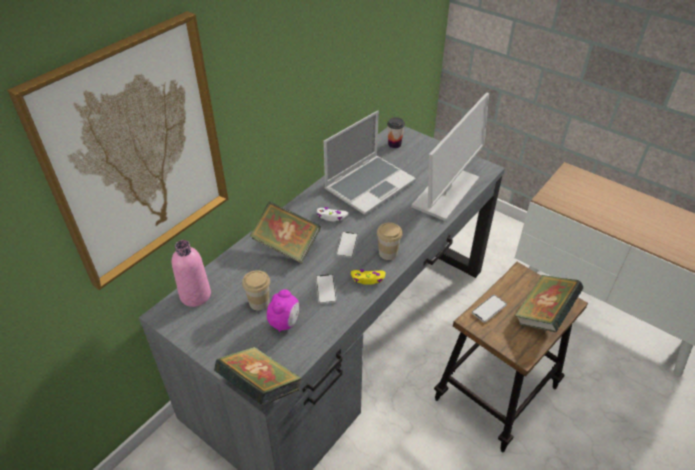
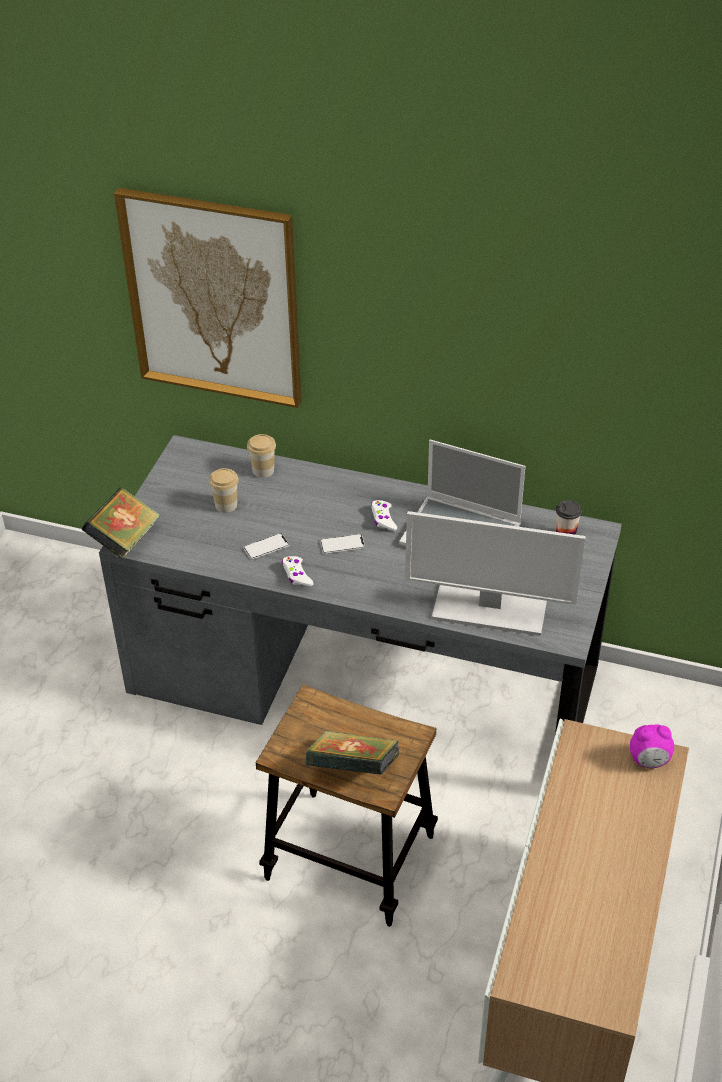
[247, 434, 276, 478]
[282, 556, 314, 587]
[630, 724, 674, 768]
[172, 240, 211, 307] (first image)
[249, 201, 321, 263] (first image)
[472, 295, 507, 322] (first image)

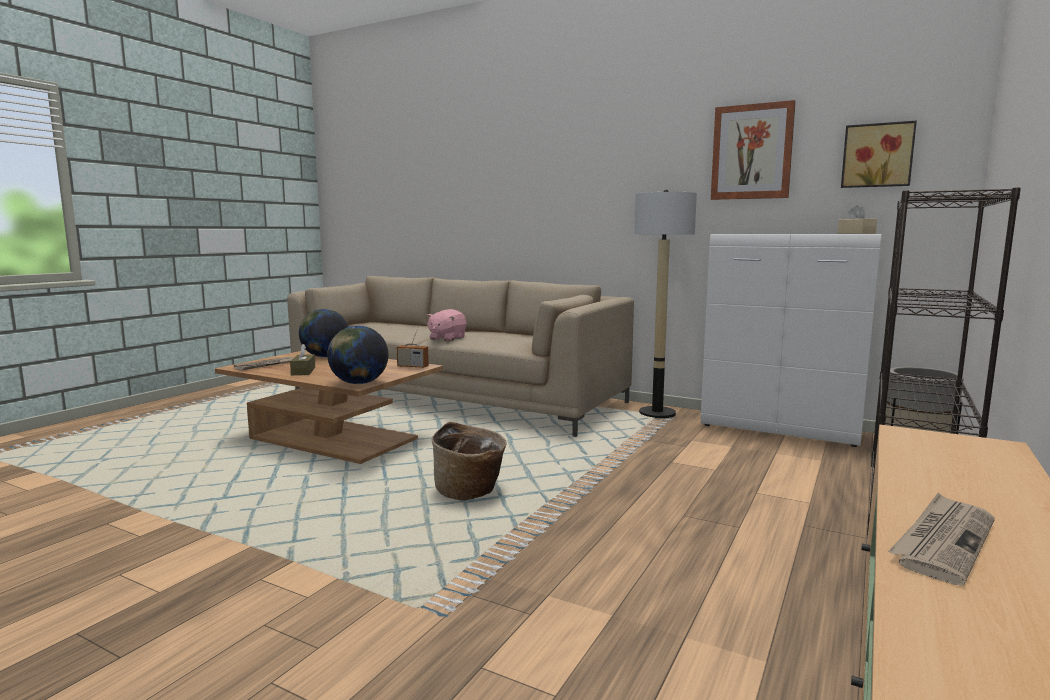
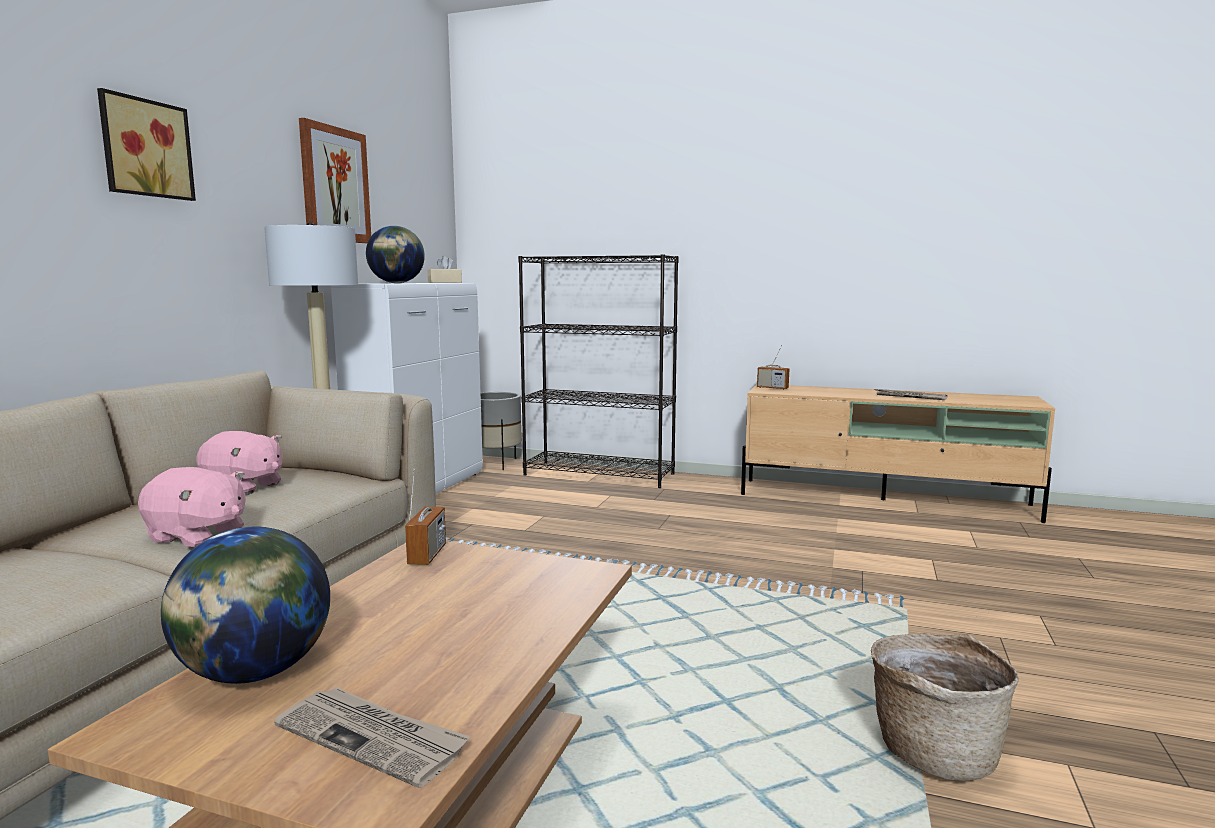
[97, 88, 196, 201]
[196, 431, 283, 495]
[366, 226, 425, 283]
[757, 345, 790, 390]
[871, 633, 1019, 781]
[290, 344, 315, 375] (first image)

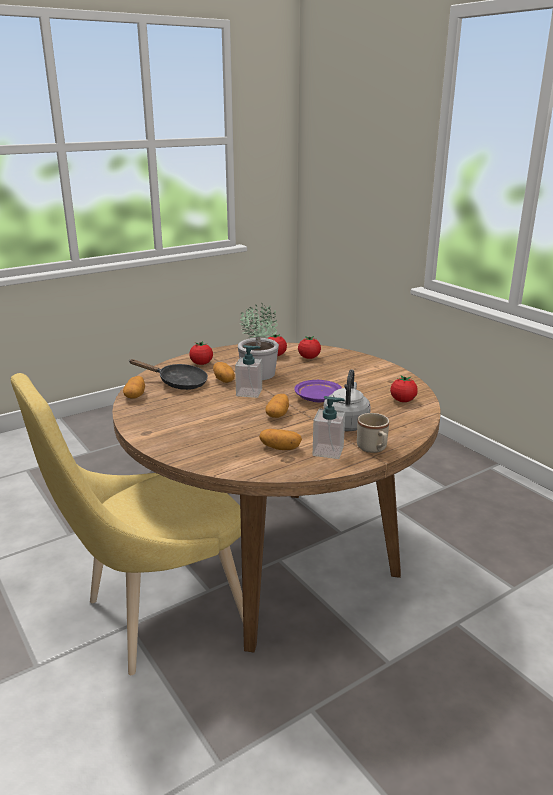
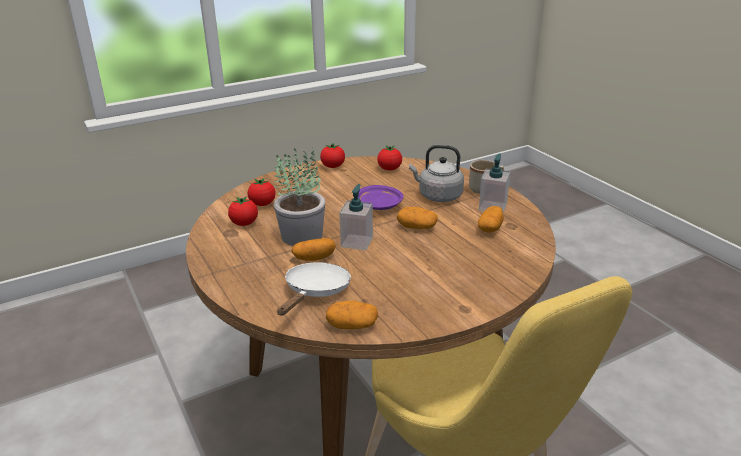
[277, 262, 351, 315]
[320, 143, 345, 168]

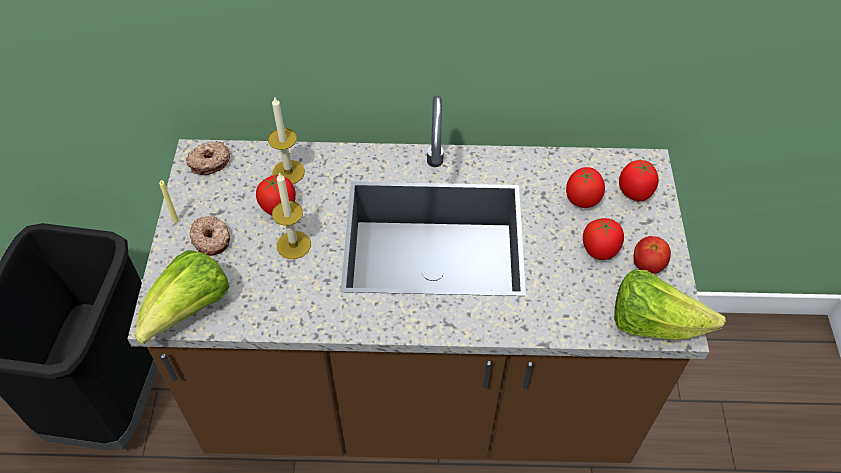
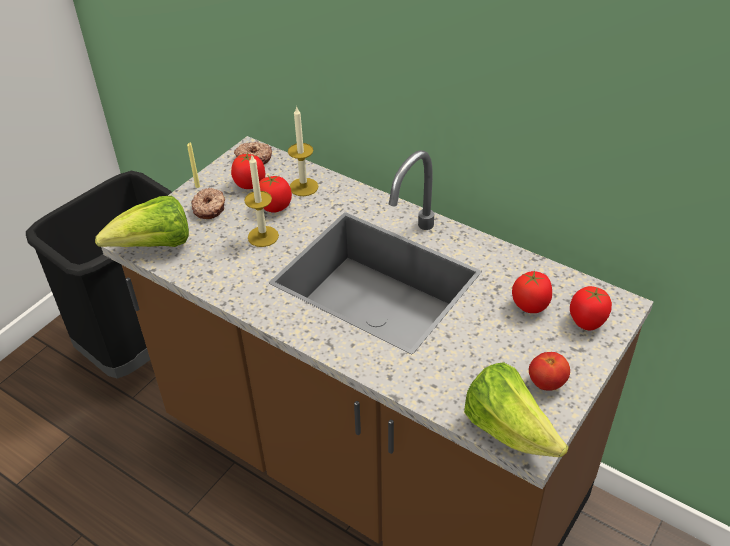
[231, 152, 265, 189]

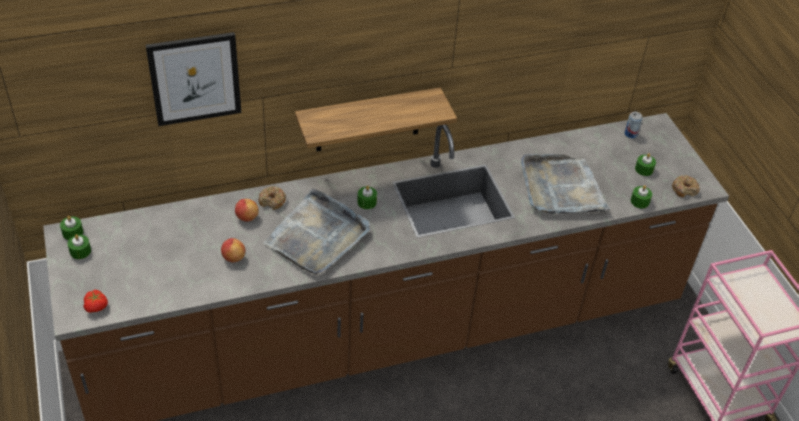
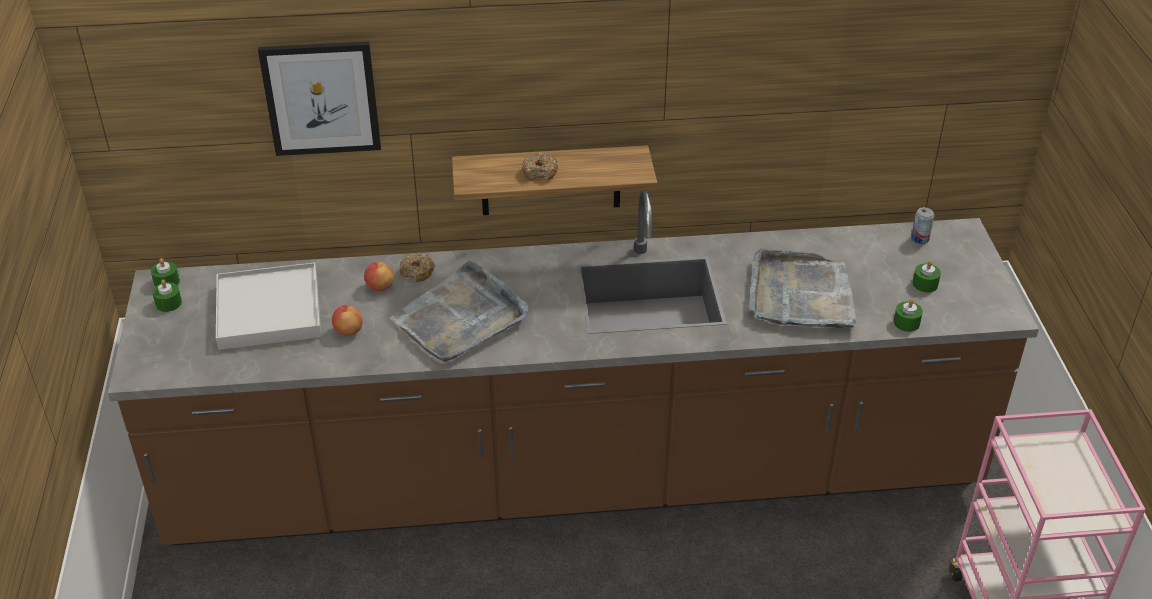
[216, 262, 321, 350]
[522, 152, 558, 181]
[84, 290, 108, 313] (first image)
[357, 185, 377, 209] (first image)

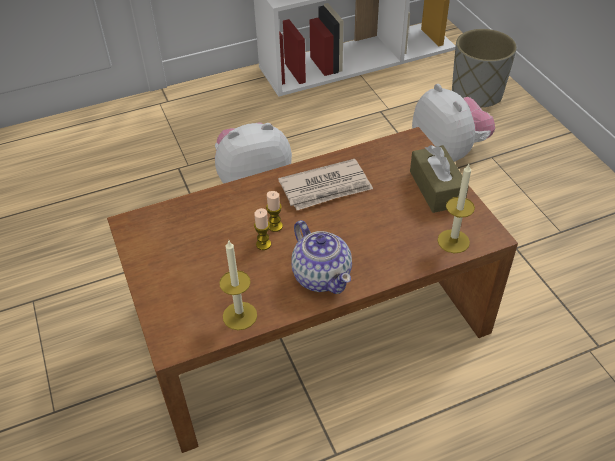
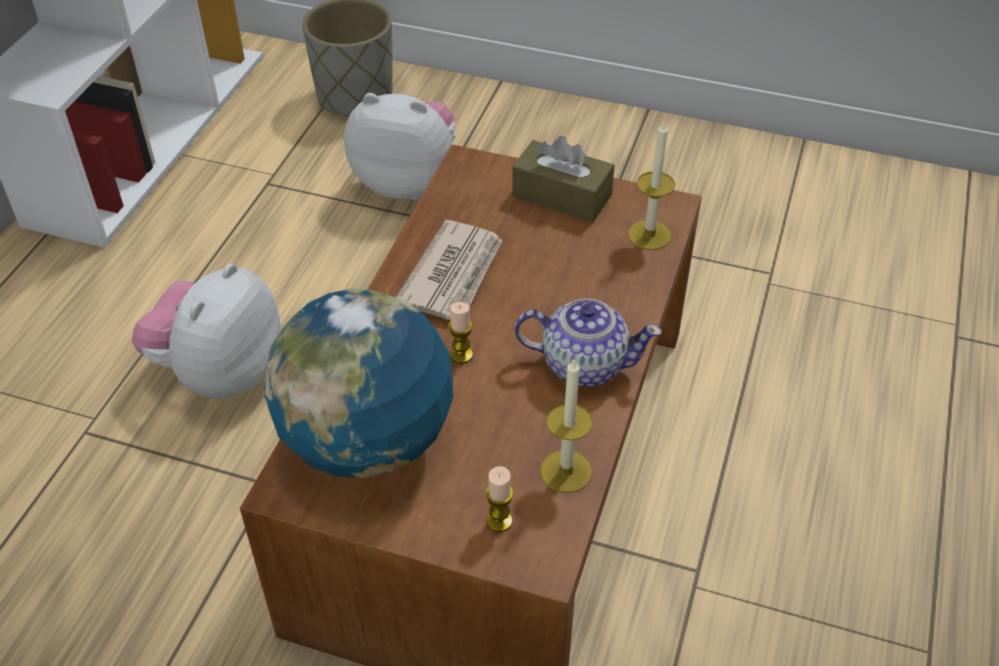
[263, 289, 453, 478]
[486, 466, 513, 532]

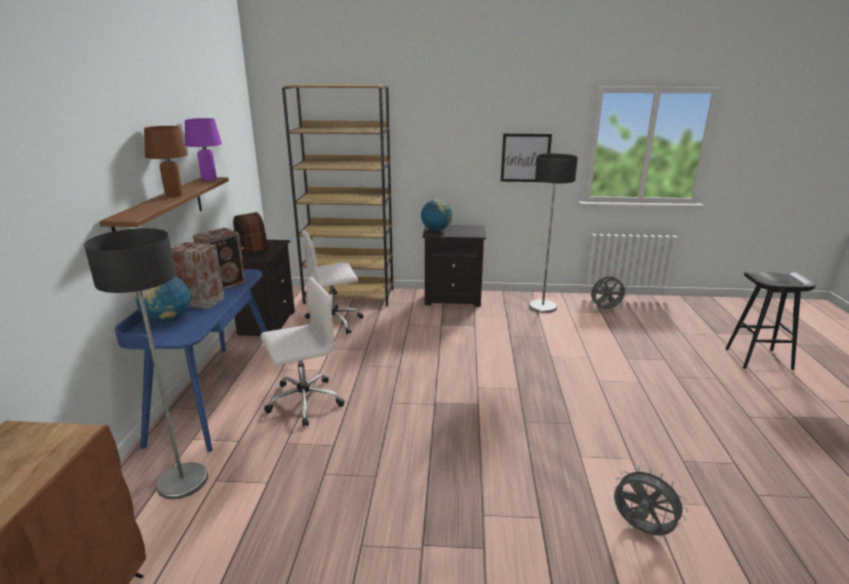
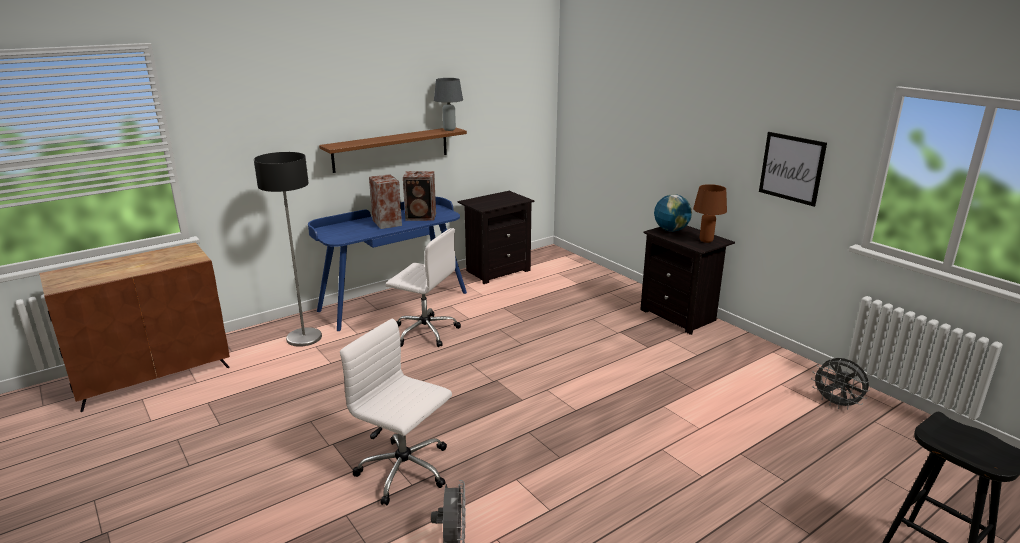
[340, 318, 452, 505]
[434, 78, 463, 131]
[693, 184, 727, 243]
[136, 276, 191, 323] (first image)
[233, 212, 282, 256] (first image)
[282, 84, 393, 306] (first image)
[529, 154, 578, 313] (first image)

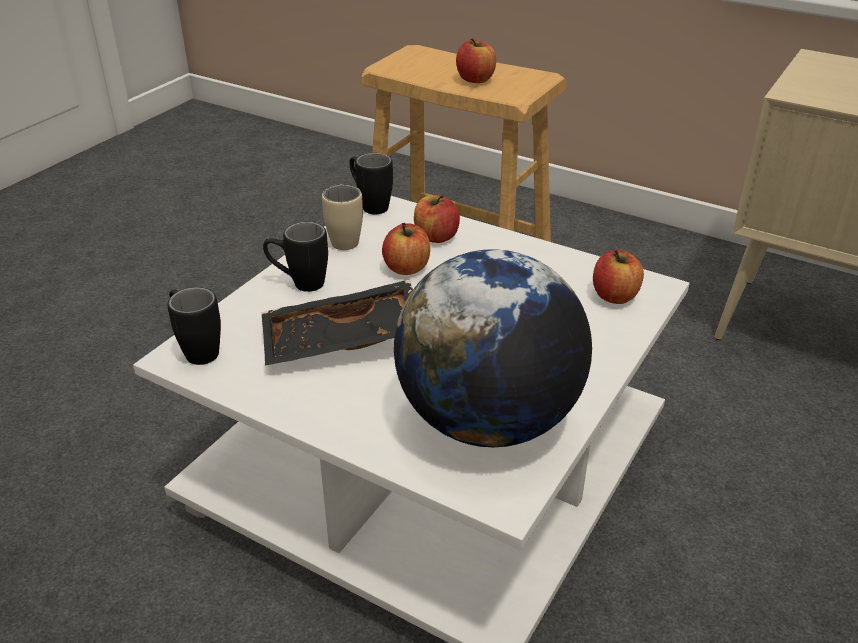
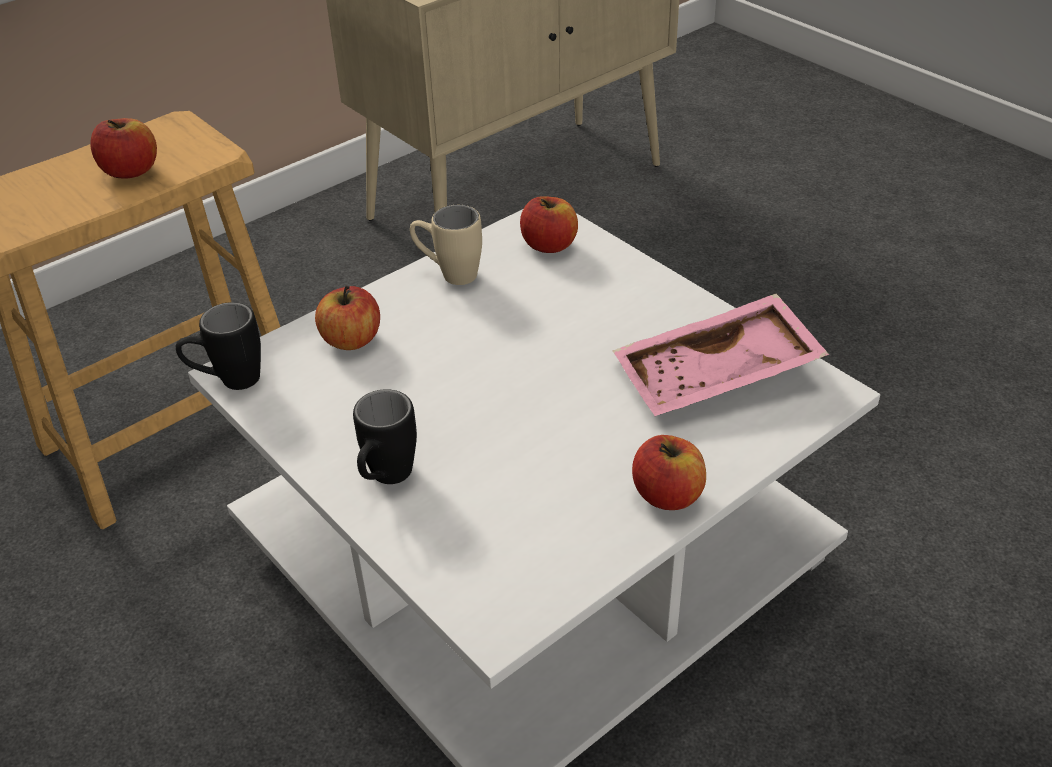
[410, 205, 482, 285]
[613, 294, 829, 416]
[632, 435, 706, 510]
[168, 287, 221, 365] (first image)
[262, 280, 413, 366] (first image)

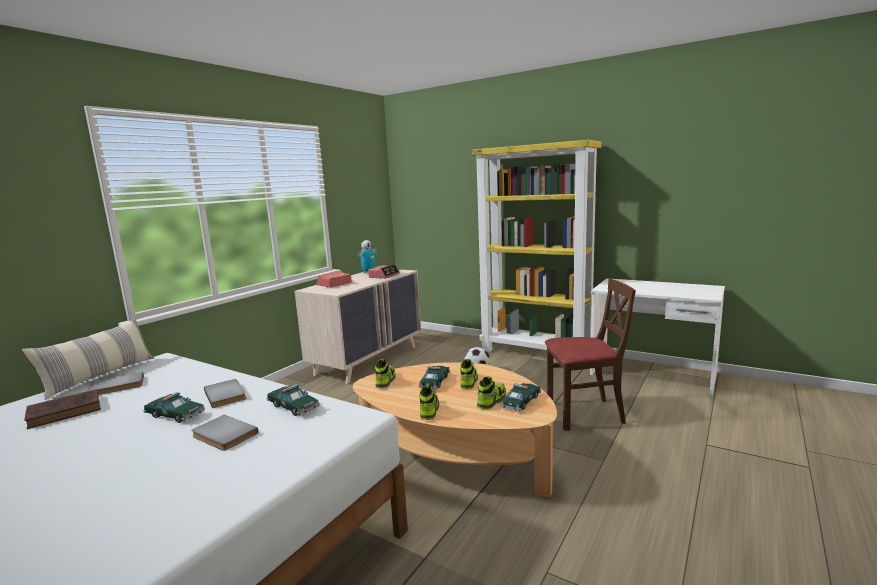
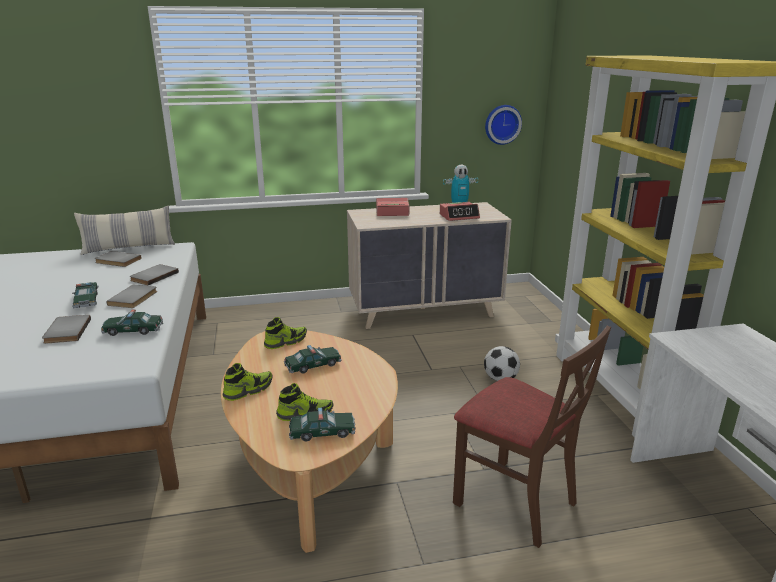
[101, 310, 163, 336]
[130, 264, 179, 286]
[485, 105, 522, 145]
[24, 389, 101, 429] (first image)
[460, 359, 478, 389] (first image)

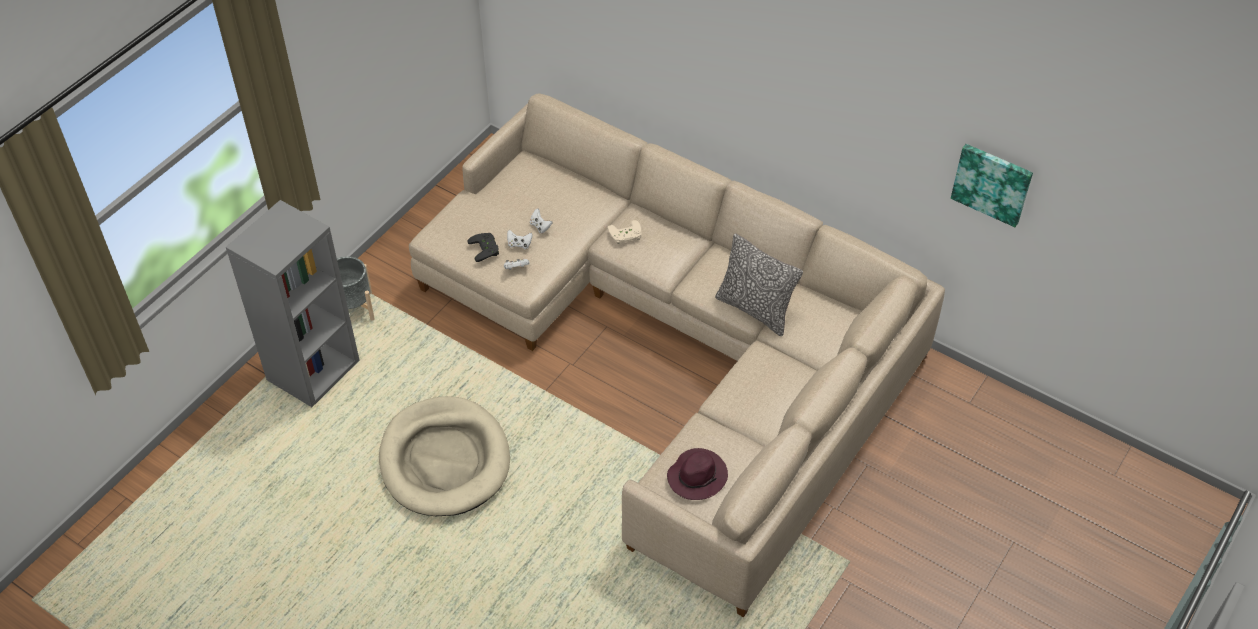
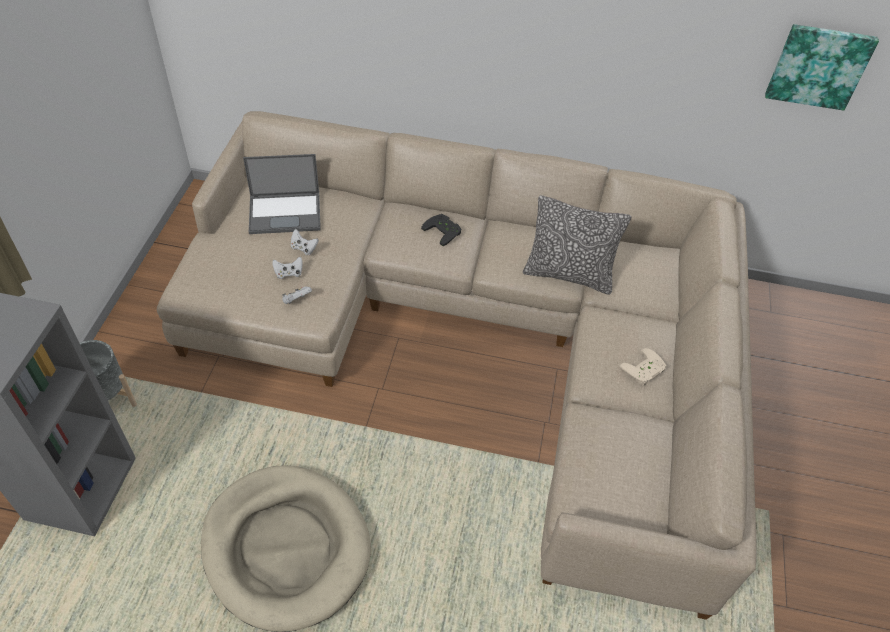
[243, 154, 321, 234]
[421, 214, 461, 246]
[620, 348, 666, 386]
[667, 448, 728, 500] (first image)

